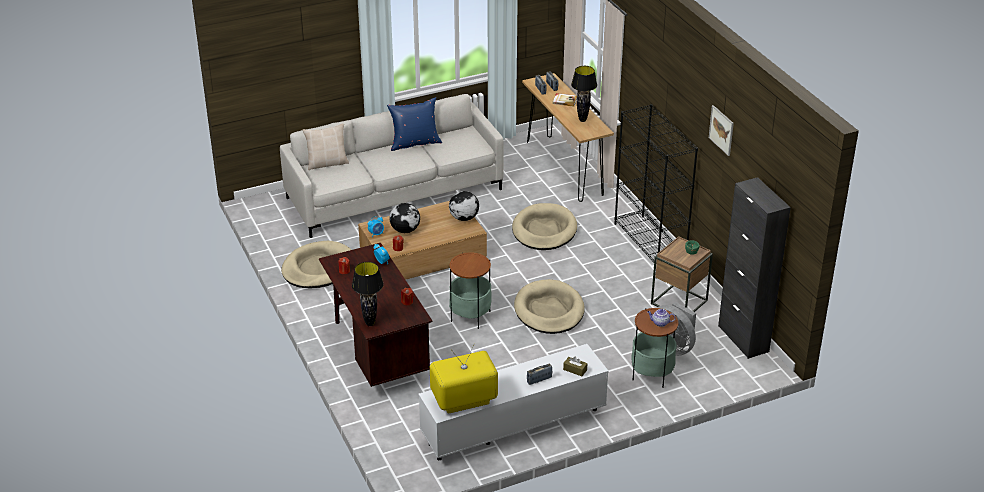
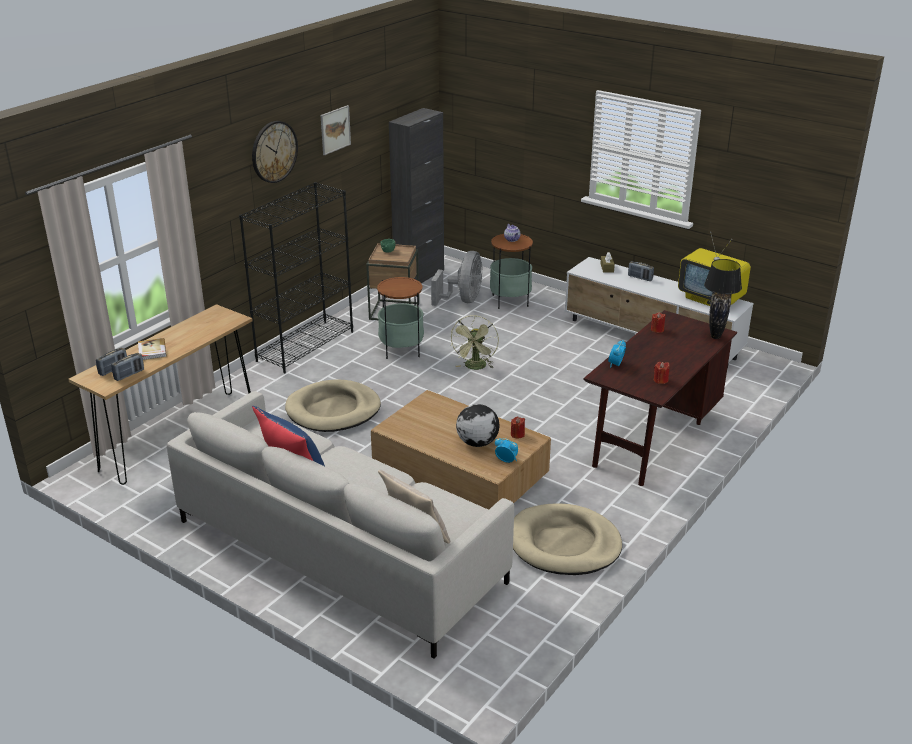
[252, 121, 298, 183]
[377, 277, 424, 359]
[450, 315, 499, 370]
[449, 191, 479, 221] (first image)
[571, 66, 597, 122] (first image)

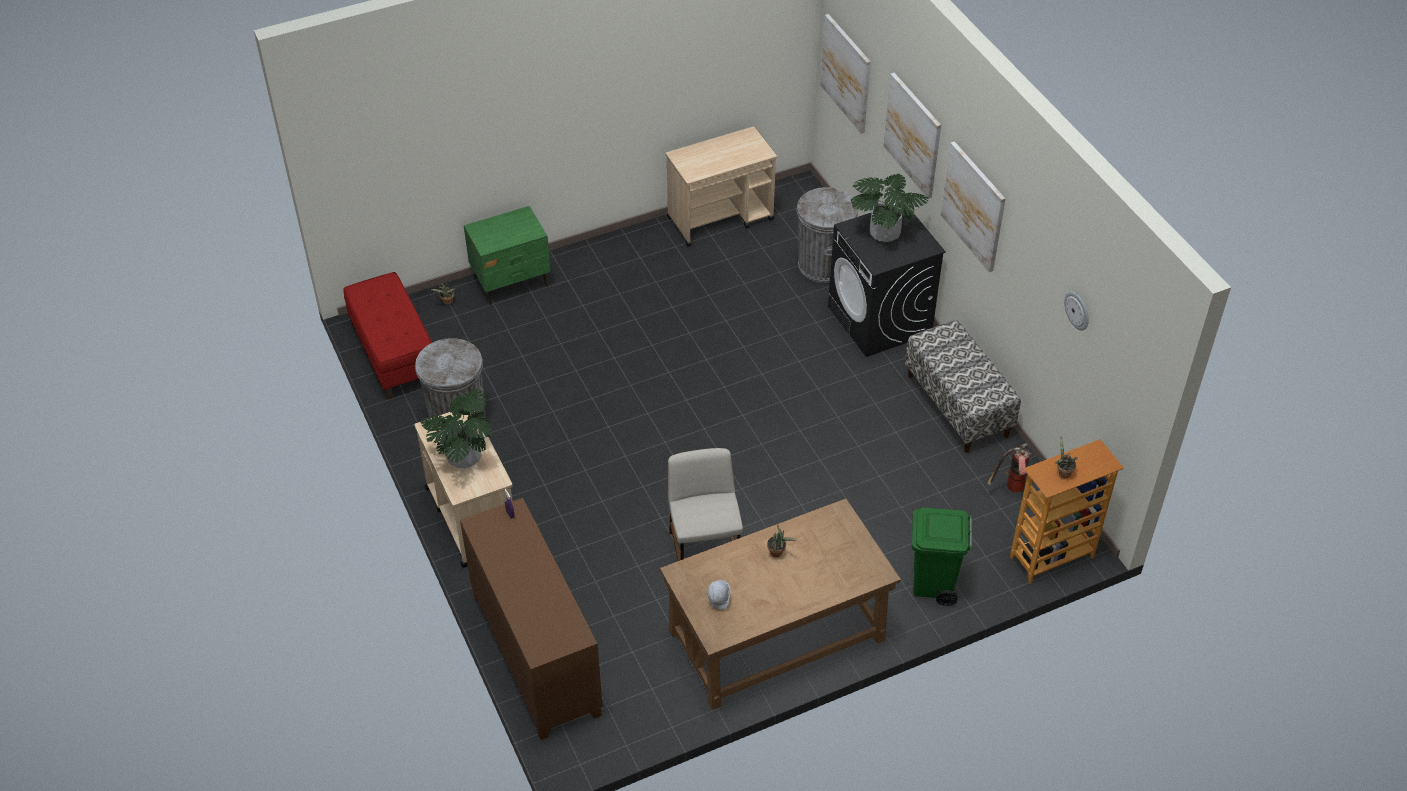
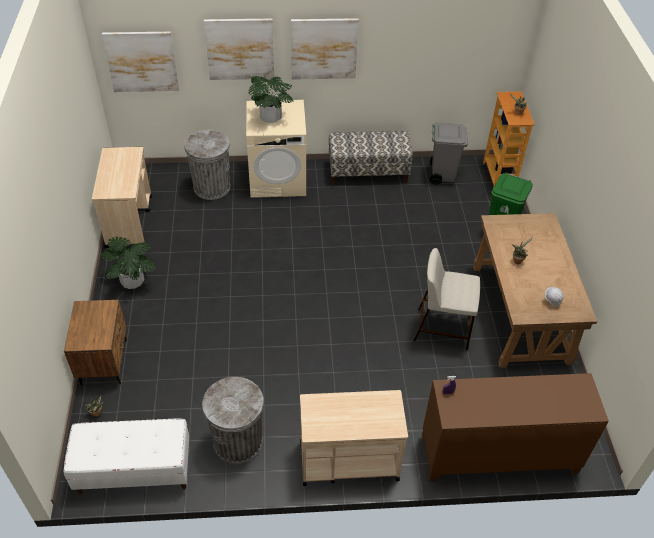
[64, 300, 127, 386]
[64, 419, 189, 494]
[101, 237, 156, 289]
[246, 100, 306, 198]
[430, 123, 468, 185]
[1064, 292, 1089, 331] (first image)

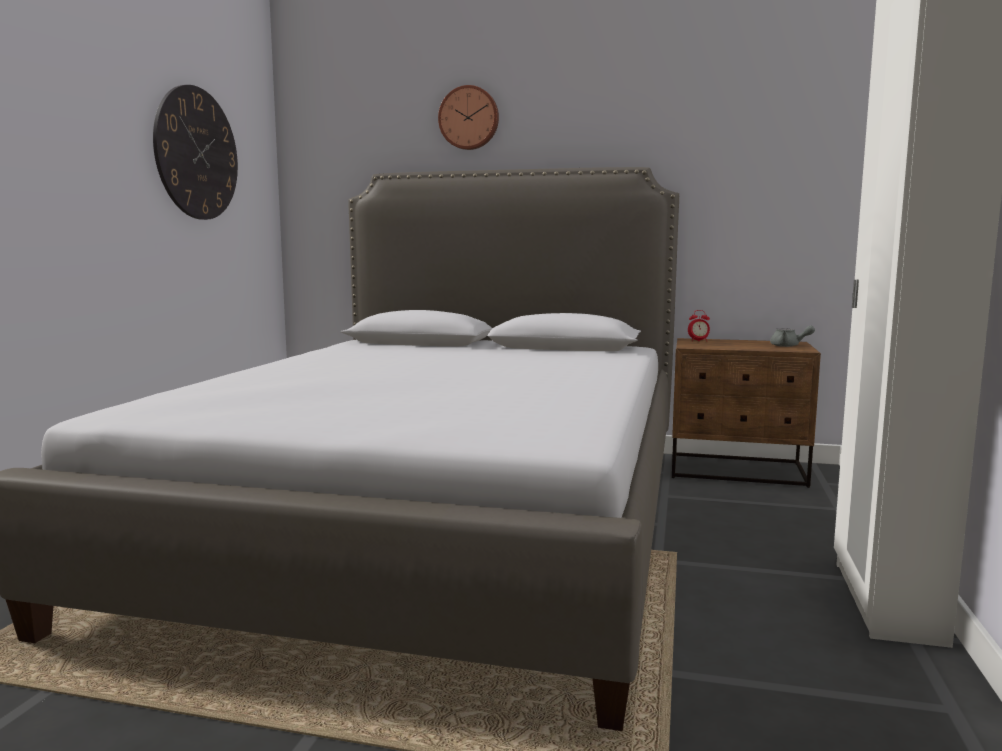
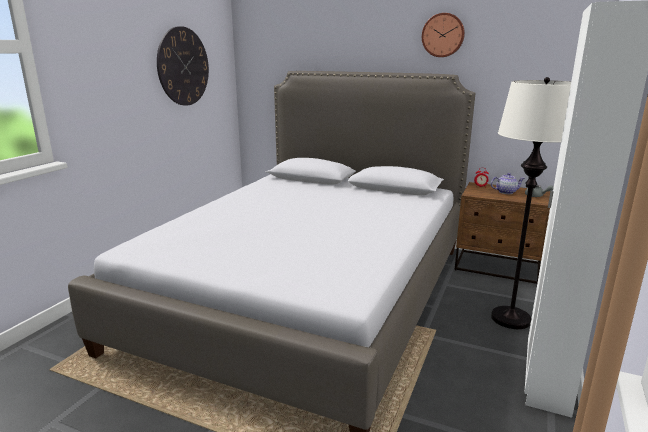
[422, 13, 465, 57]
[491, 77, 571, 329]
[491, 173, 525, 194]

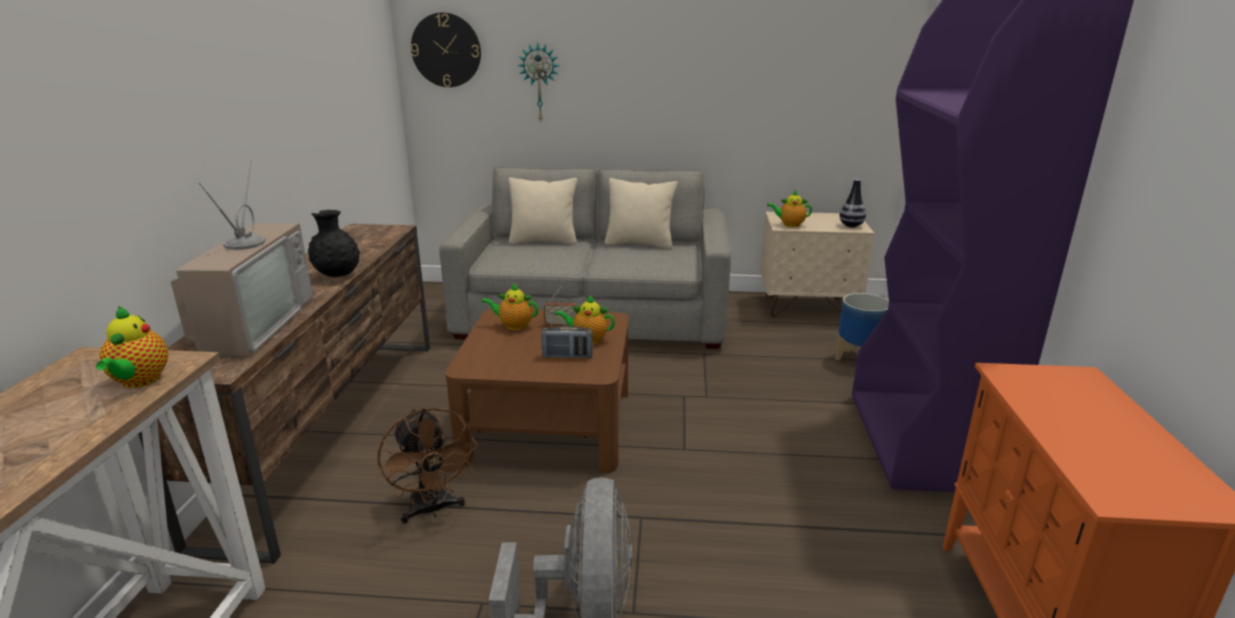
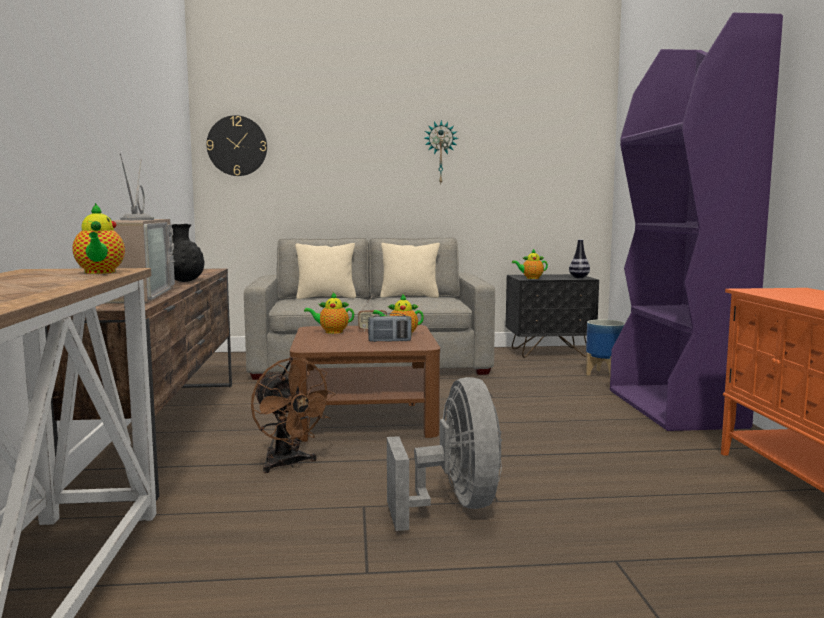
[424, 120, 458, 184]
[506, 274, 599, 358]

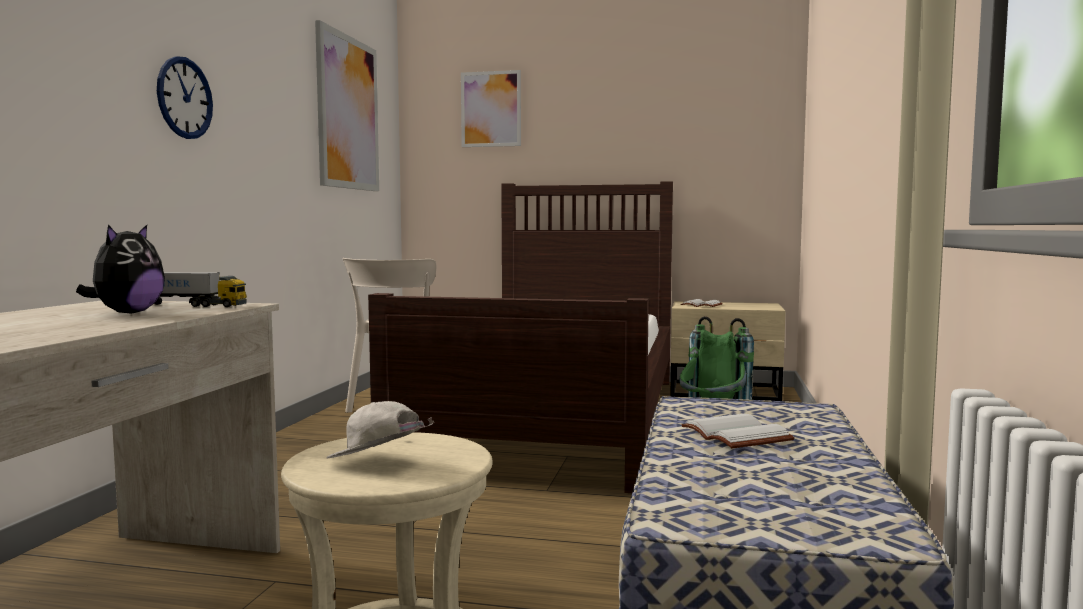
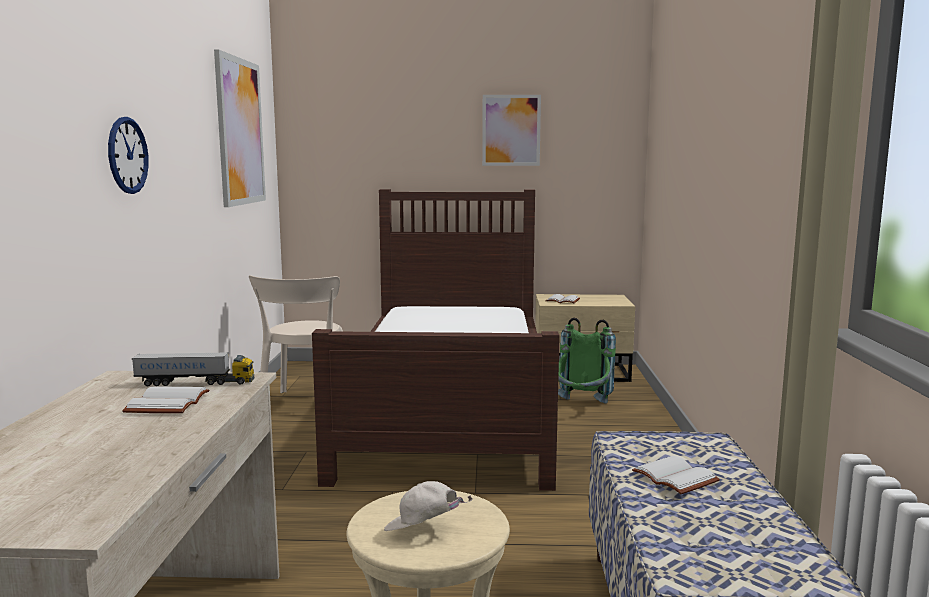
[122, 386, 209, 413]
[482, 95, 541, 166]

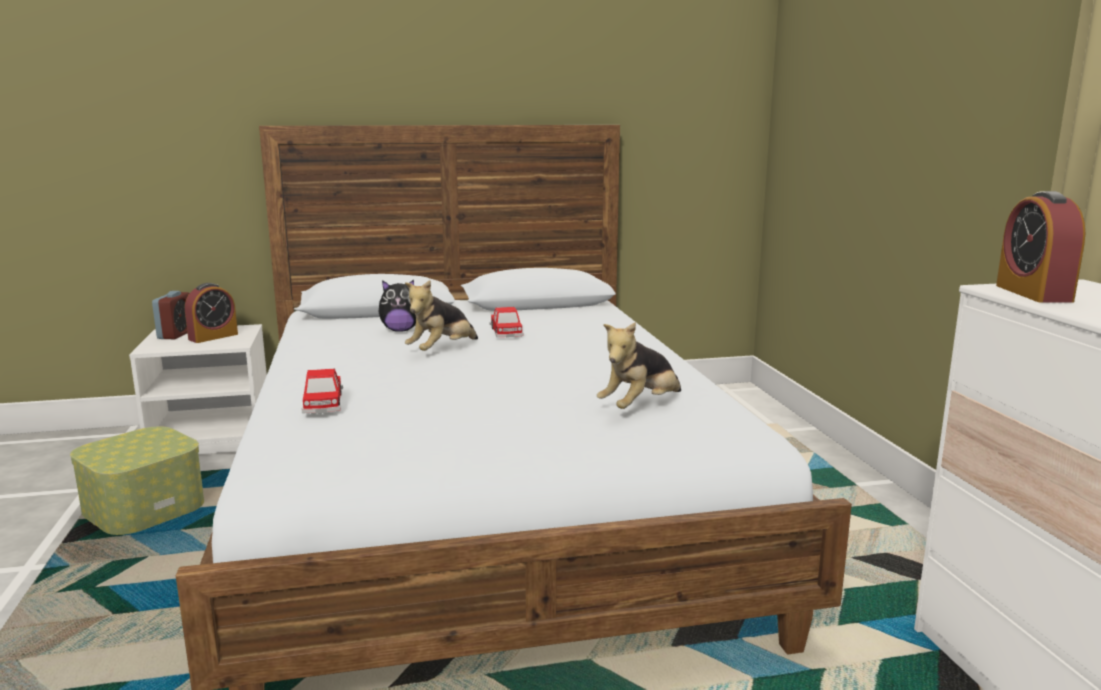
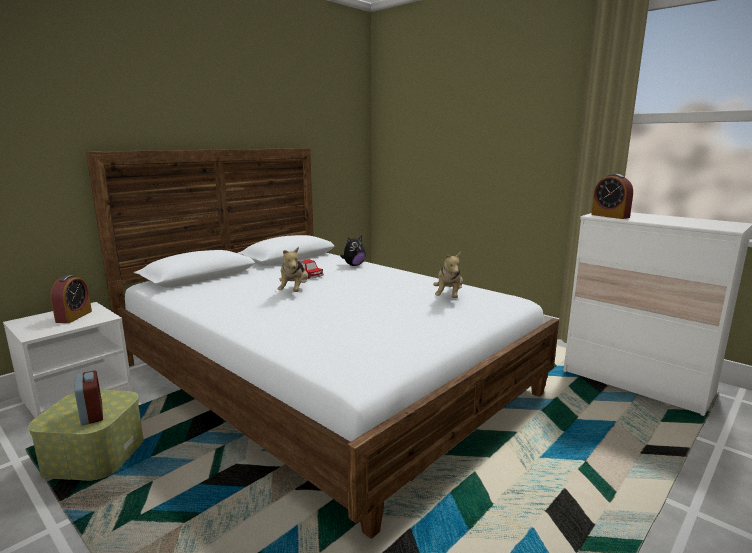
[74, 370, 103, 425]
[340, 236, 366, 266]
[302, 369, 343, 413] (first image)

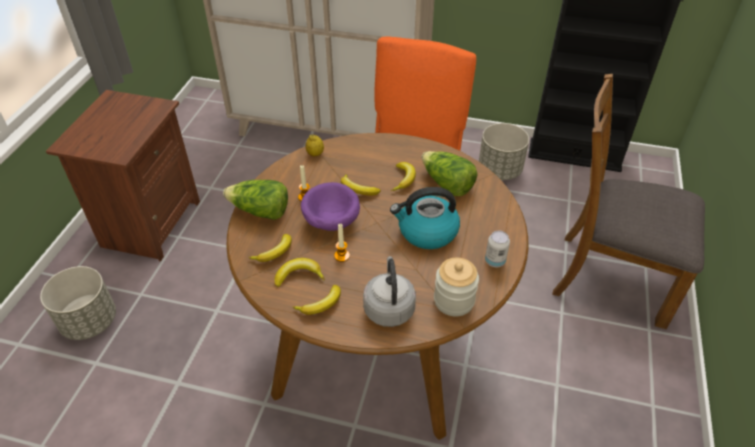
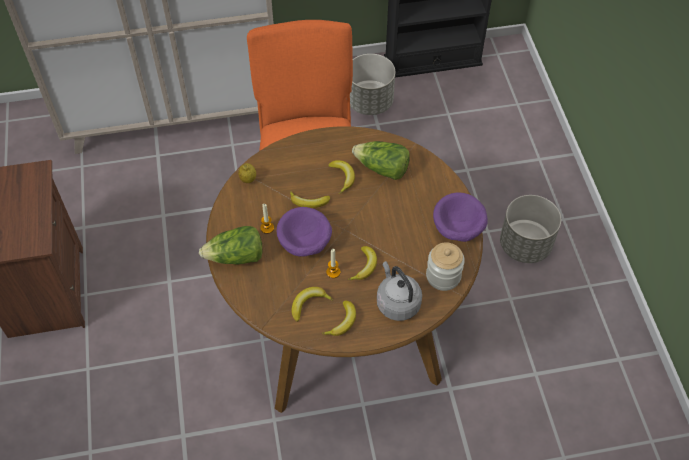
[348, 246, 377, 280]
[433, 193, 488, 242]
[500, 195, 561, 263]
[390, 187, 460, 249] (first image)
[552, 74, 705, 329] (first image)

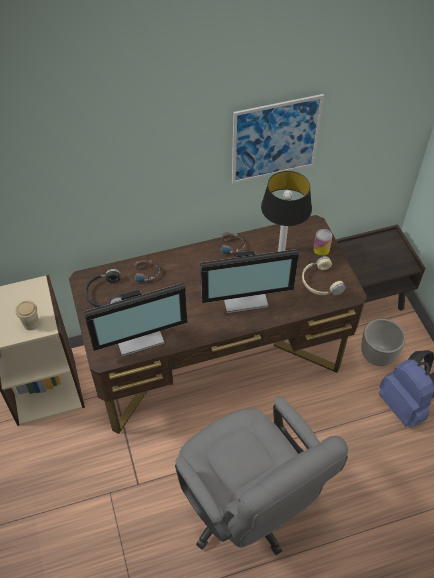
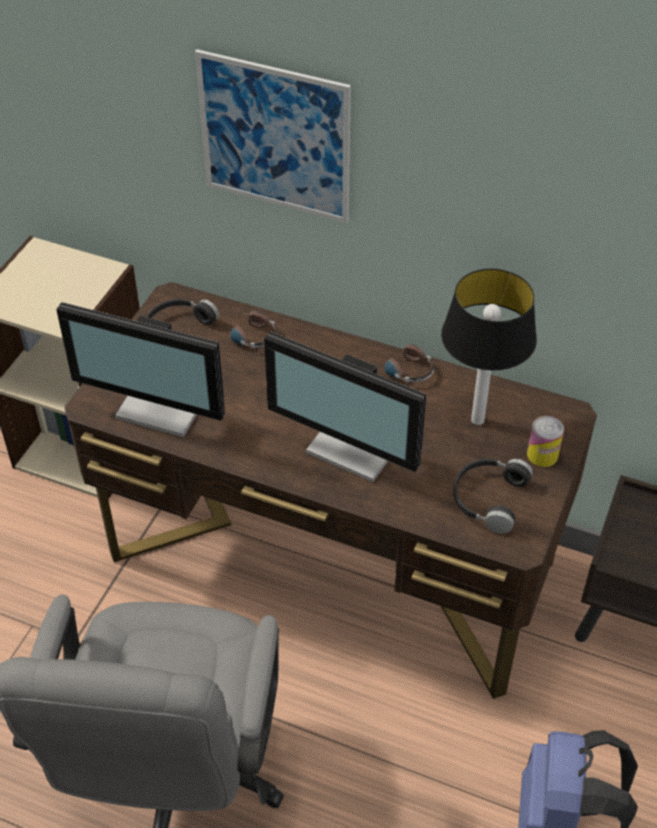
[195, 49, 351, 223]
[453, 459, 533, 534]
[16, 301, 39, 330] (first image)
[361, 319, 406, 366] (first image)

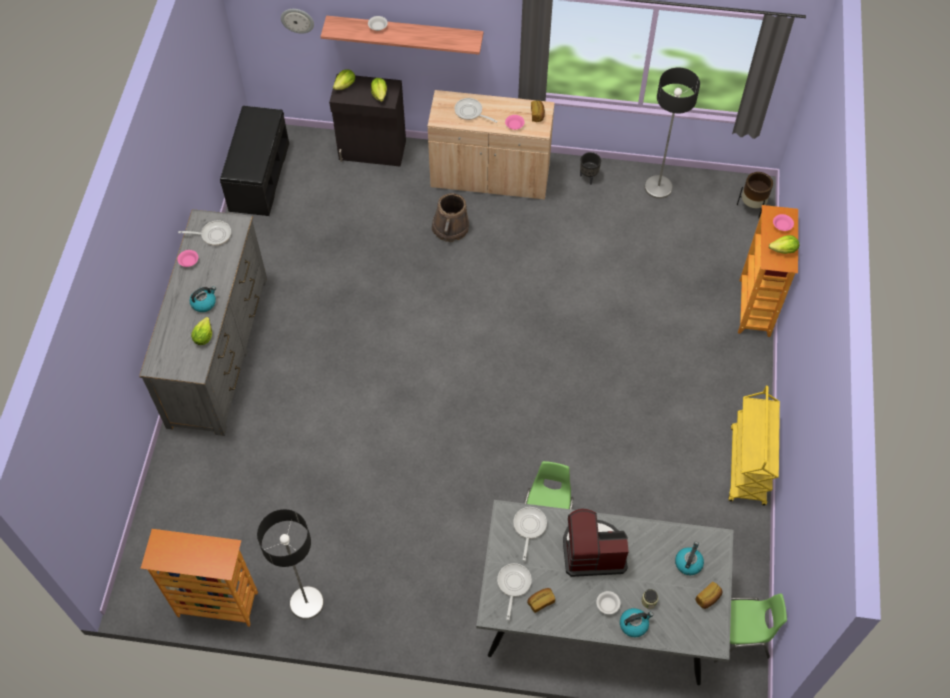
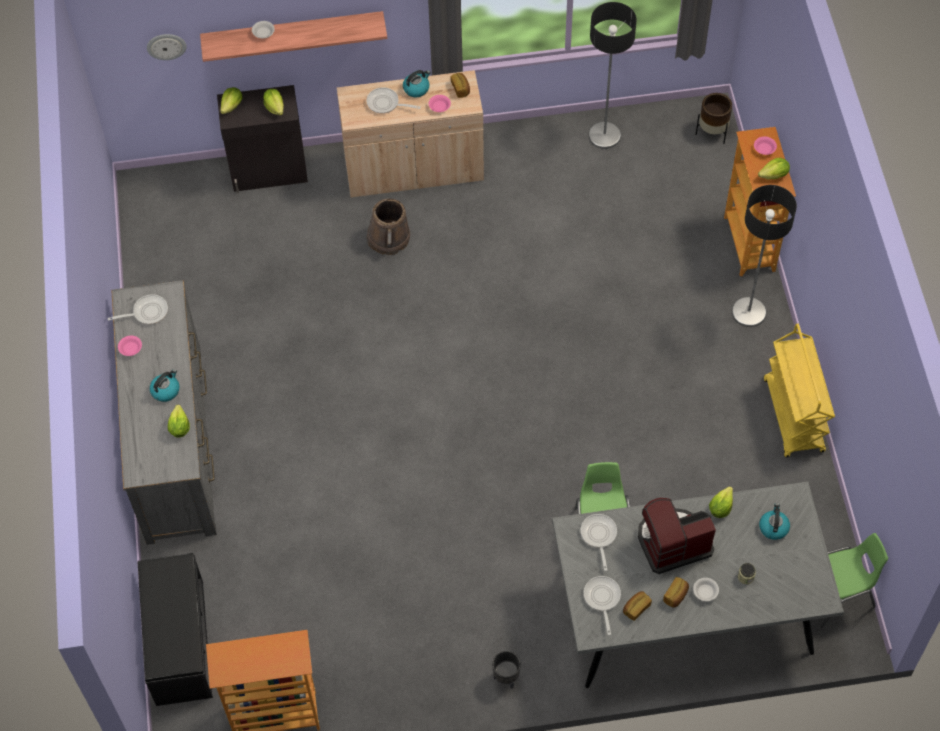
[138, 553, 213, 706]
[403, 70, 431, 97]
[492, 651, 521, 689]
[663, 577, 689, 608]
[709, 486, 733, 518]
[732, 185, 797, 327]

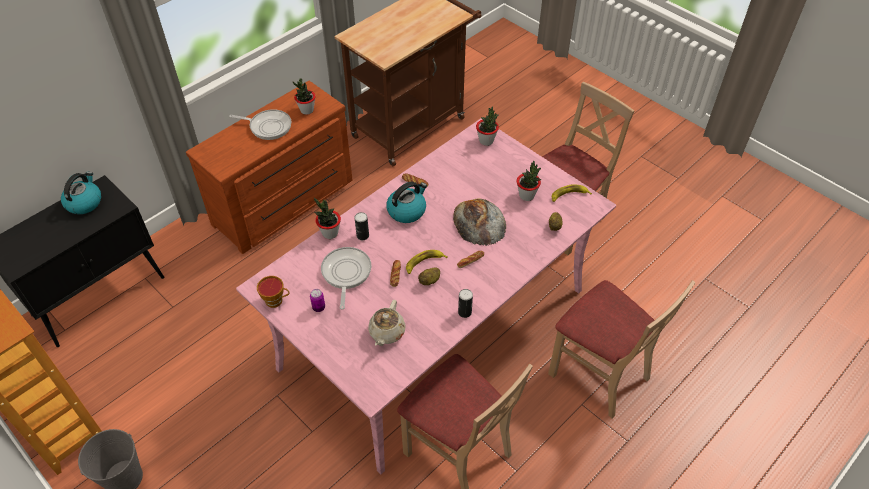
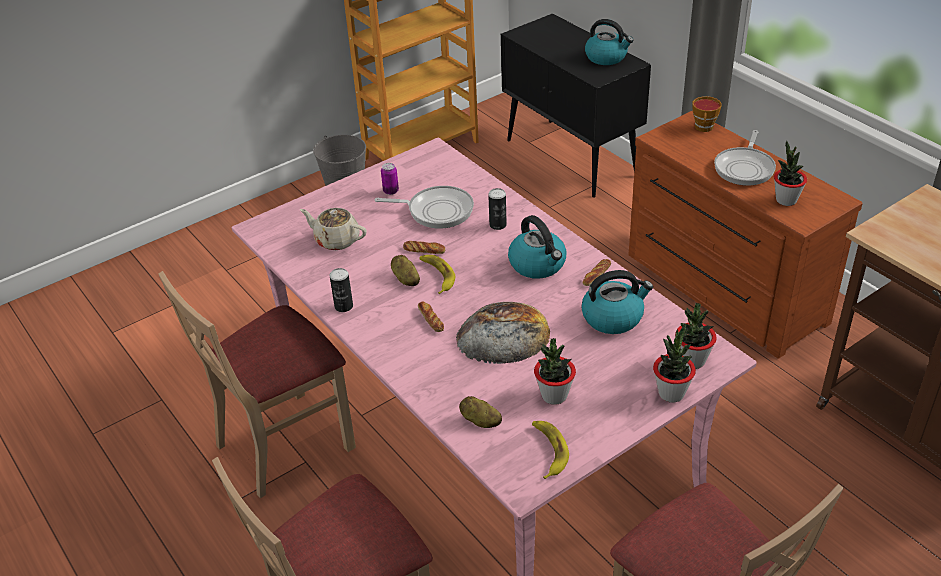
[581, 270, 653, 334]
[653, 323, 696, 403]
[692, 96, 722, 132]

